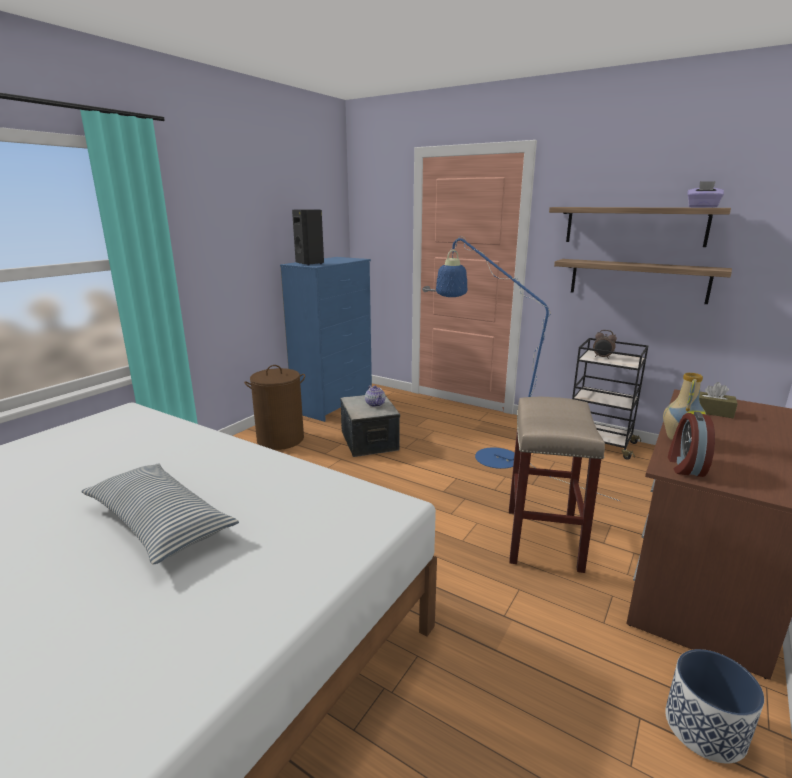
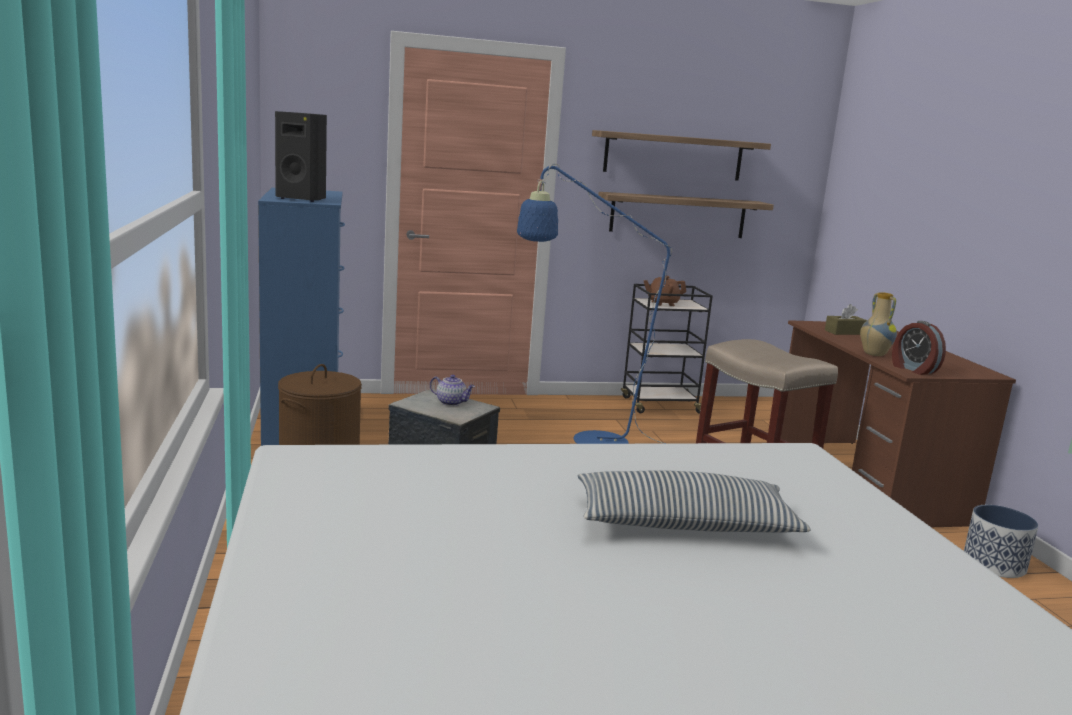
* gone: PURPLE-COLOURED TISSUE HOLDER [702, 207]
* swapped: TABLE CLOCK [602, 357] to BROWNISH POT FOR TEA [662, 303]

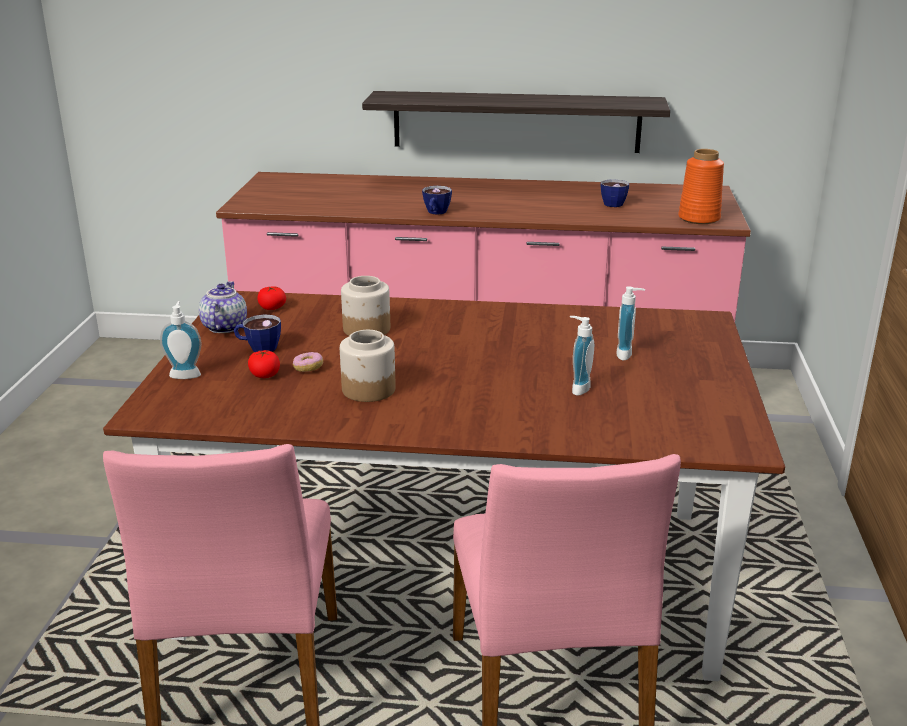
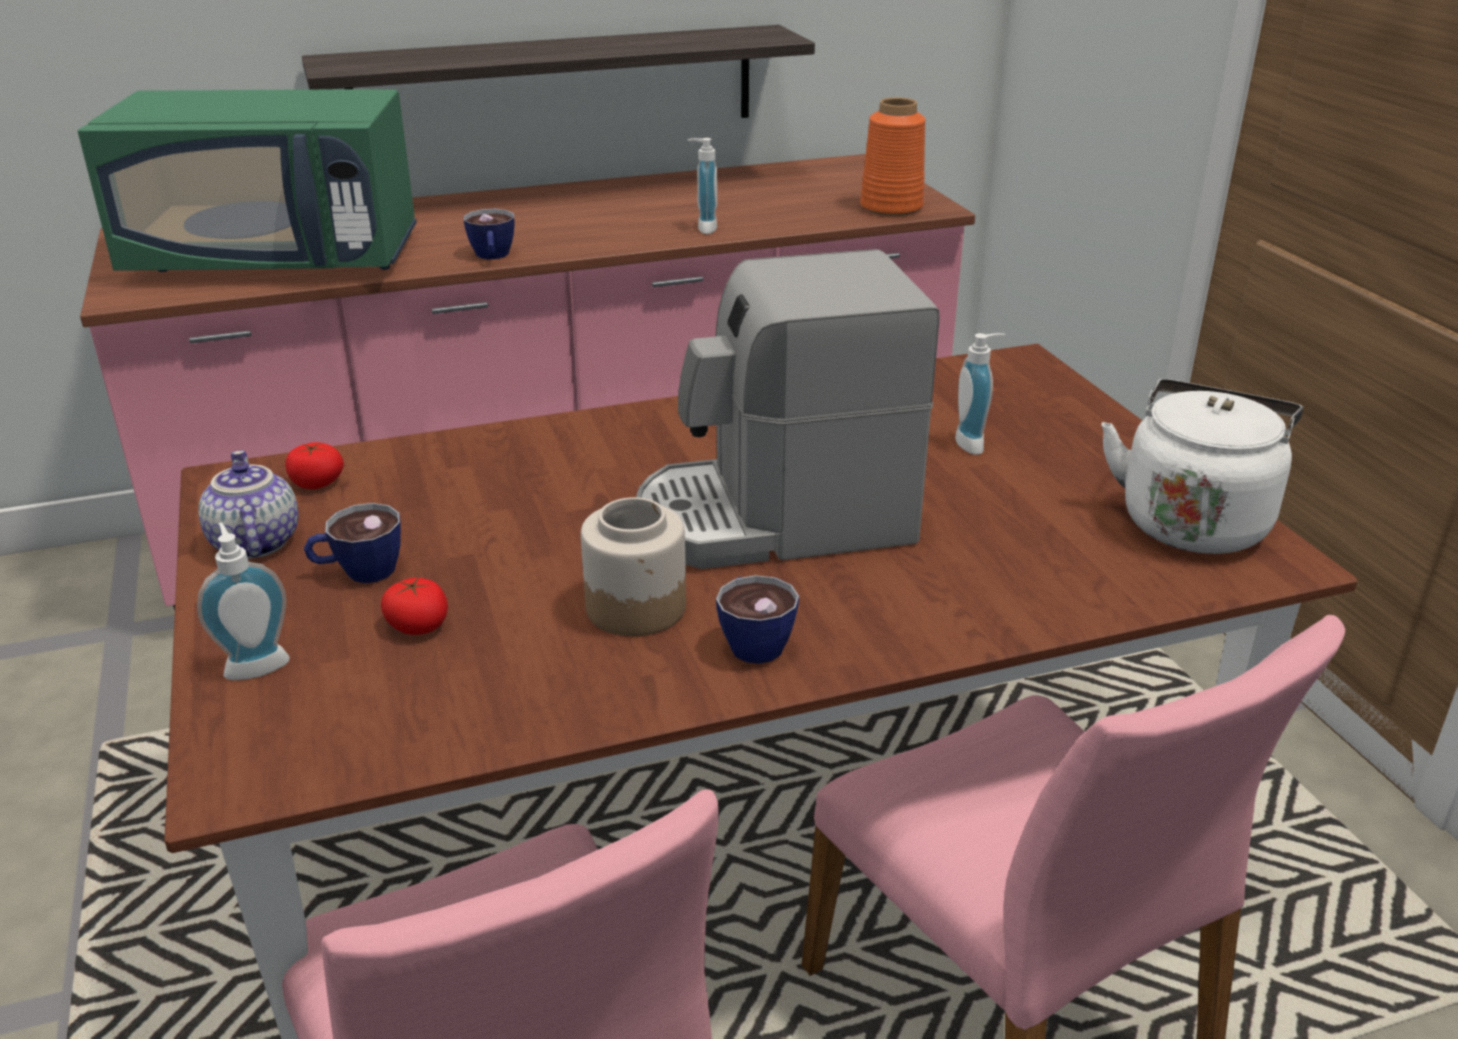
* gone: DONUT [308, 368]
* gone: JAR [366, 329]
* new: GREEN MICROWAVE [277, 259]
* new: COFFEE MACHINE [776, 519]
* new: WHITE-COLOURED KETTLE [1193, 520]
* shifted: LIQUID SOAP BOTTLE [577, 388] to [703, 228]
* shifted: DRINKING CUP [613, 203] to [752, 641]

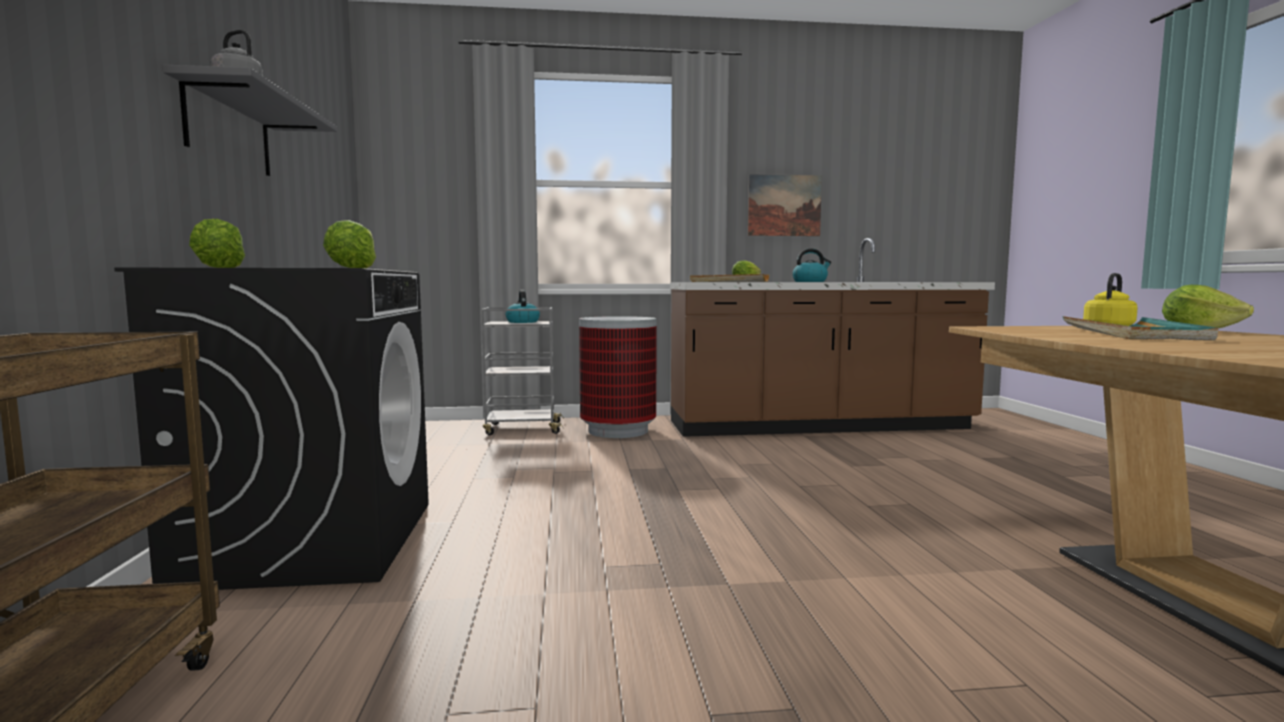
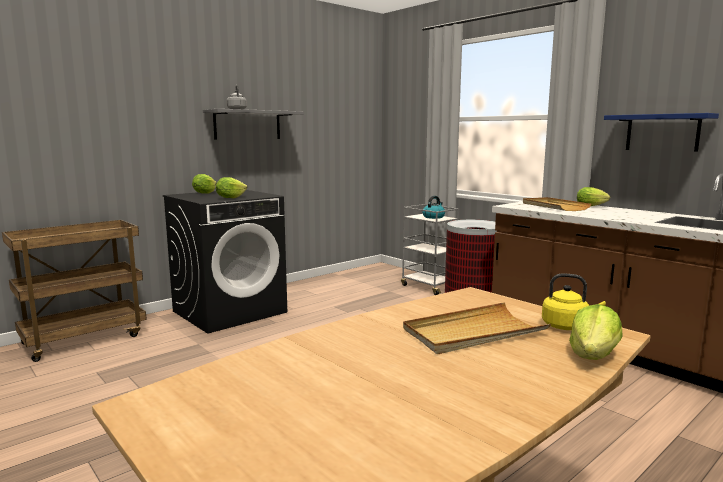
* gone: KETTLE [810, 281]
* swapped: WALL ART [784, 205] to BLUE-COLOURED BRACKET SHELF [662, 132]
* repainted: BLUE-GREEN SERVING TRAY [1133, 334] to BEIGE-COLOURED SERVING TRAY [473, 333]

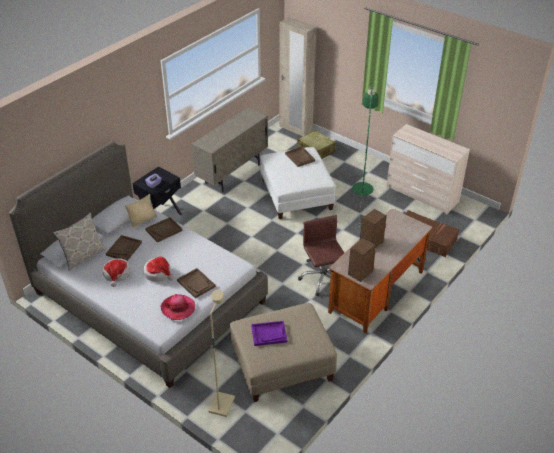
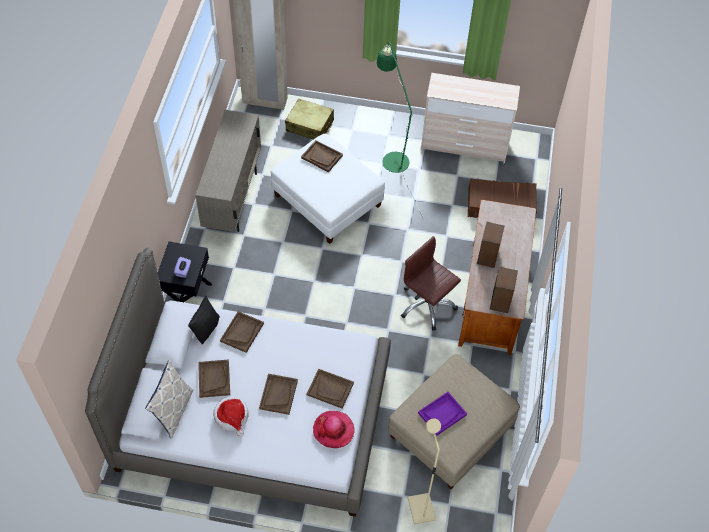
* swapped: WEARABLE HAT [158, 273] to BROWNISH SERVING TRAY [278, 394]
* repainted: BEIGE-COLOURED THROW PILLOW [143, 220] to BLACK-COLOURED THROW PILLOW [206, 328]

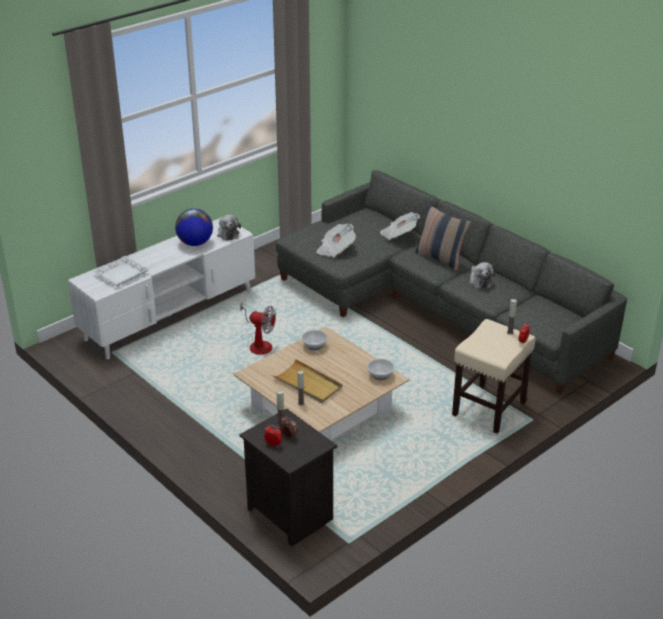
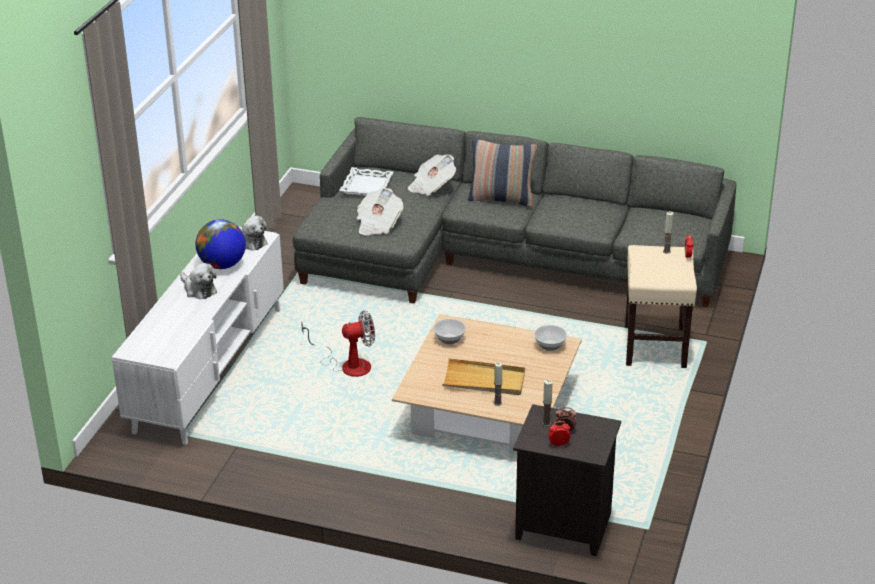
* shifted: WHITE-COLOURED SERVING TRAY [121, 275] to [367, 186]
* shifted: PLUSH TOY [479, 281] to [198, 289]

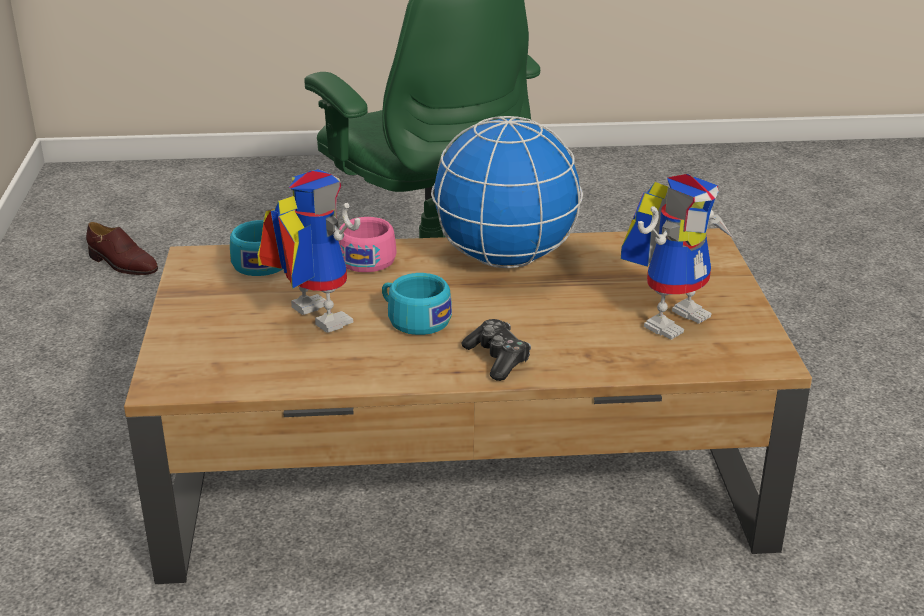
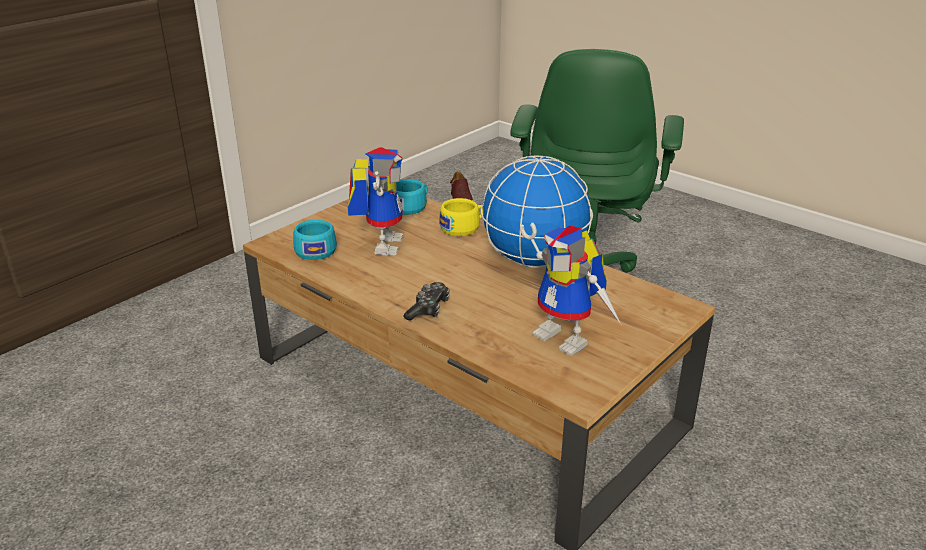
* shifted: BLUE-GREEN DRINKING CUP [413, 319] to [316, 249]
* repainted: PINKISH DRINKING CUP [369, 258] to YELLOW-COLOURED DRINKING CUP [463, 227]
* rotated: TOY ROBOT [671, 316] = [569, 338] 45 degrees clockwise

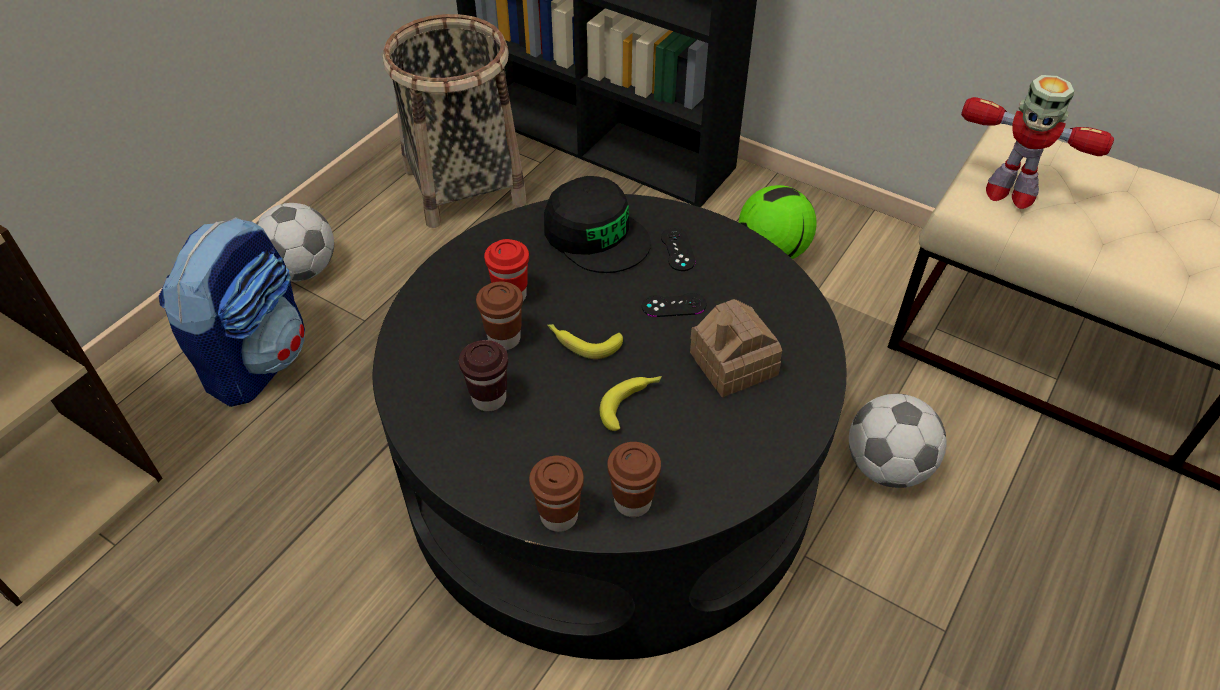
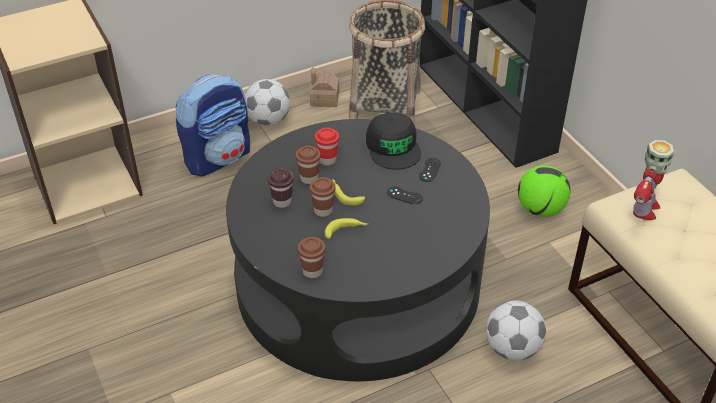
* shifted: BROWNISH DRINKING CUP [559, 516] to [323, 211]
* shifted: MINIATURE HOUSE [733, 364] to [324, 98]
* rotated: TOY ROBOT [1009, 192] = [644, 209] 120 degrees counterclockwise

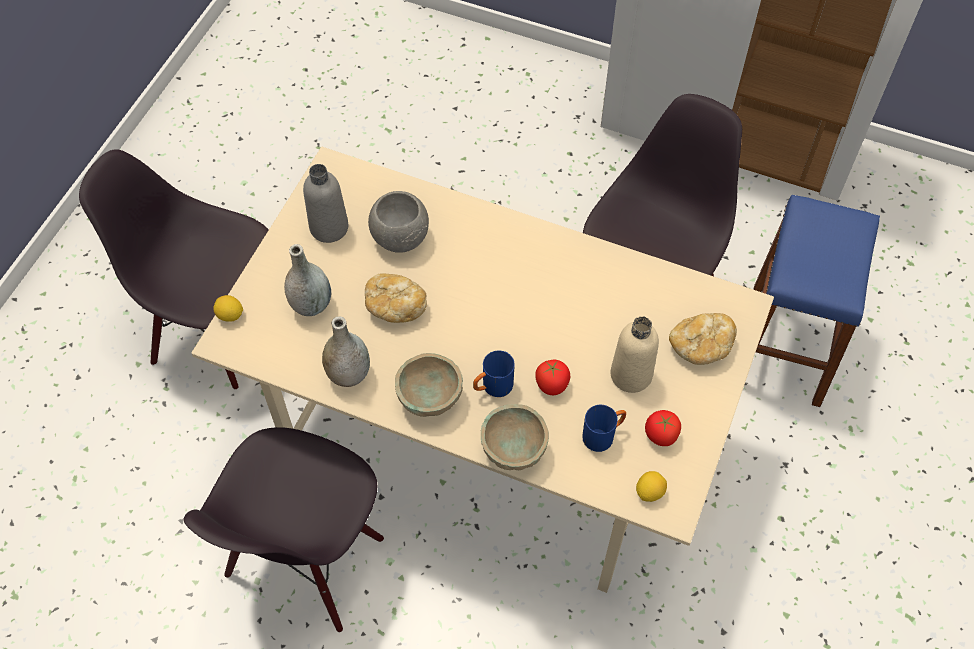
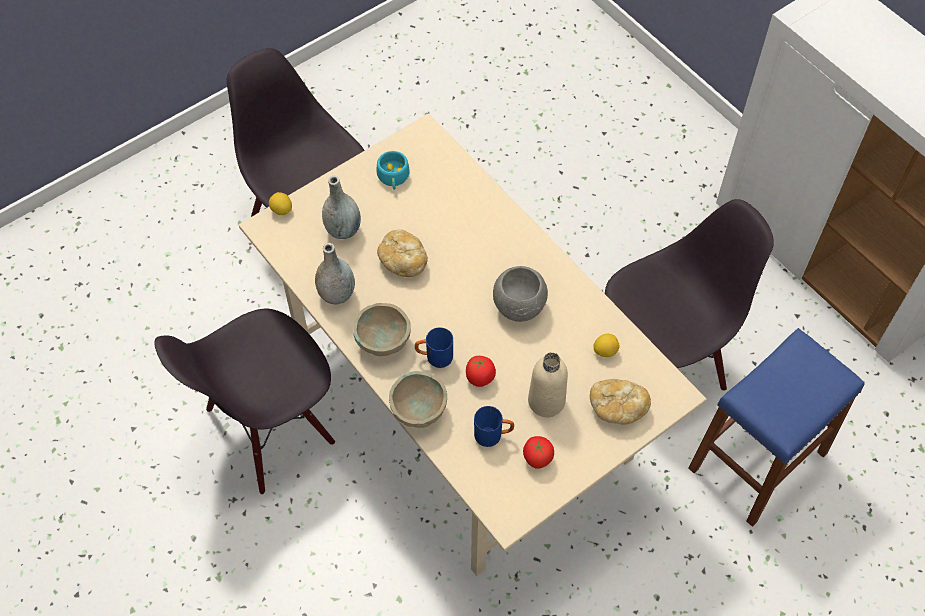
* shifted: GRAY SERVING BOWL [400, 237] to [519, 306]
* shifted: CITRUS FRUIT [649, 492] to [605, 351]
* swapped: GRAY BOTTLE [329, 227] to BLUE-GREEN DRINKING CUP [393, 178]

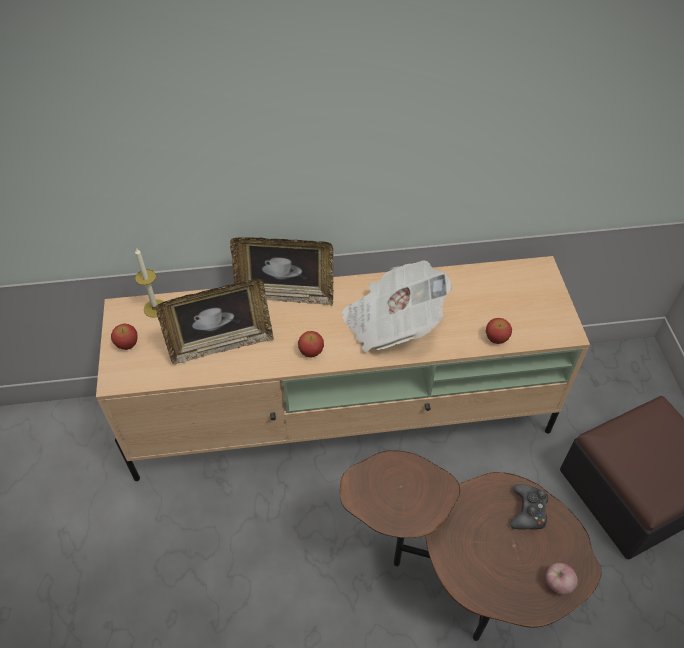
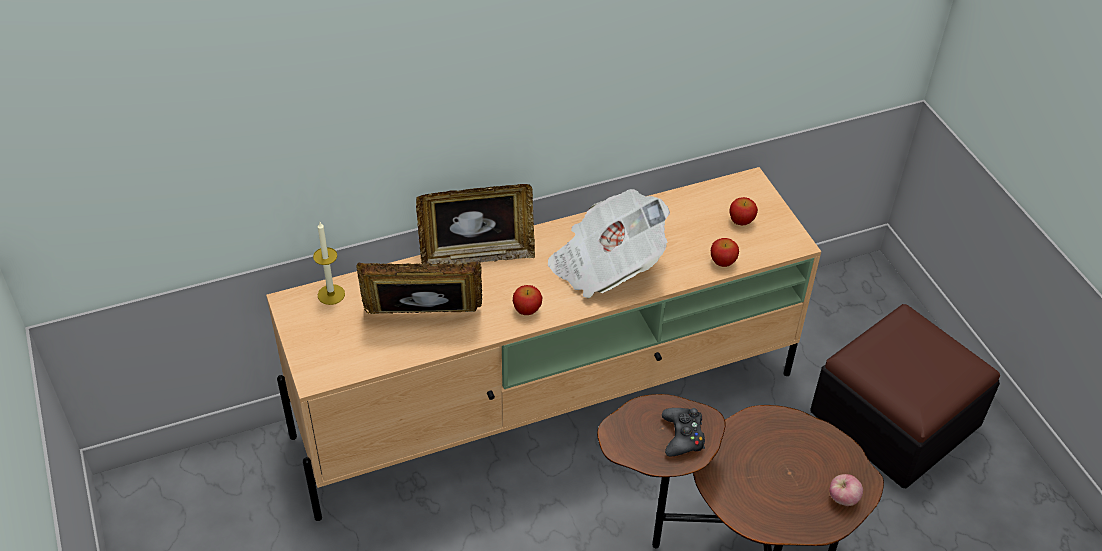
* shifted: WHOLE APPLE [127, 344] to [741, 221]
* shifted: BLACK-COLOURED JOYPAD [528, 511] to [683, 436]
* rotated: PICTURE FRAME [221, 344] = [423, 319] 150 degrees counterclockwise

